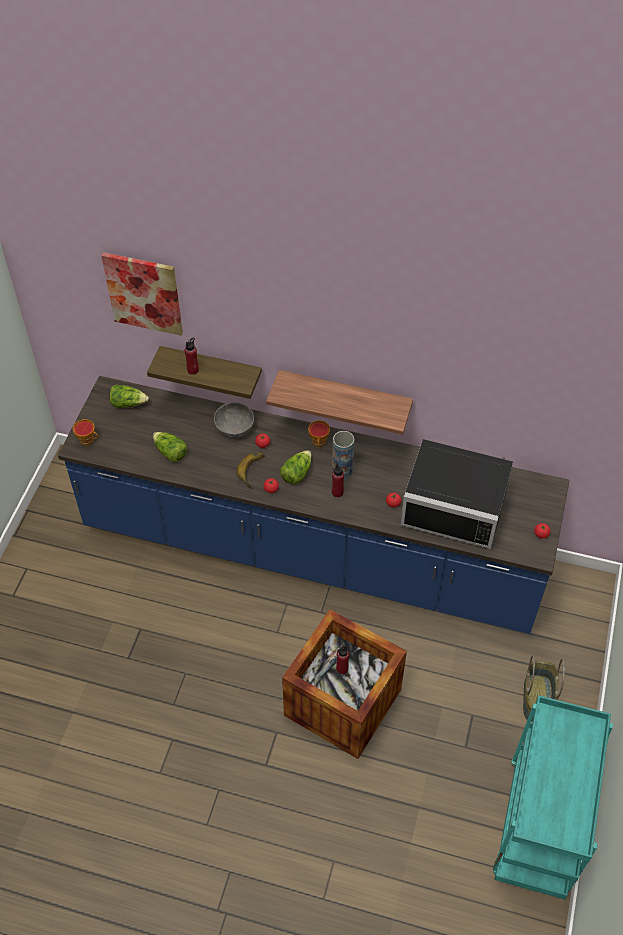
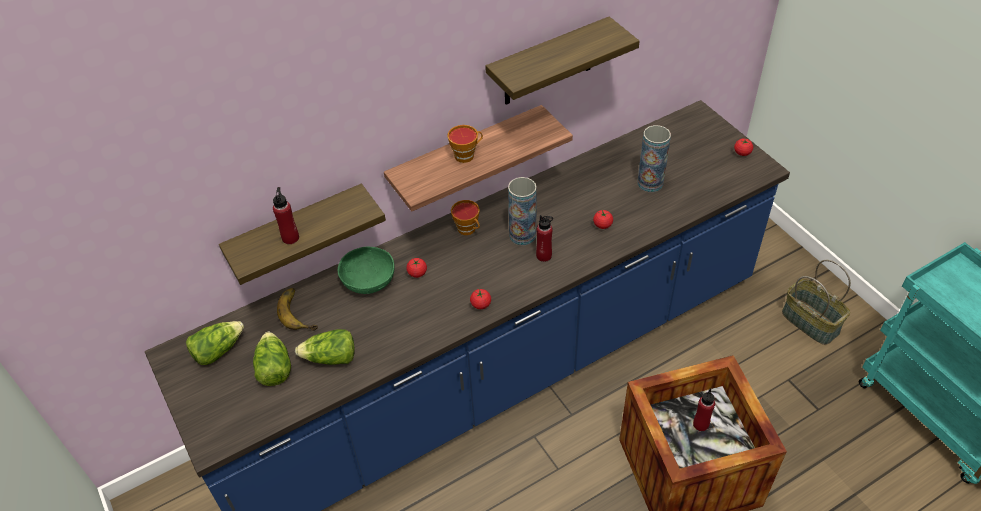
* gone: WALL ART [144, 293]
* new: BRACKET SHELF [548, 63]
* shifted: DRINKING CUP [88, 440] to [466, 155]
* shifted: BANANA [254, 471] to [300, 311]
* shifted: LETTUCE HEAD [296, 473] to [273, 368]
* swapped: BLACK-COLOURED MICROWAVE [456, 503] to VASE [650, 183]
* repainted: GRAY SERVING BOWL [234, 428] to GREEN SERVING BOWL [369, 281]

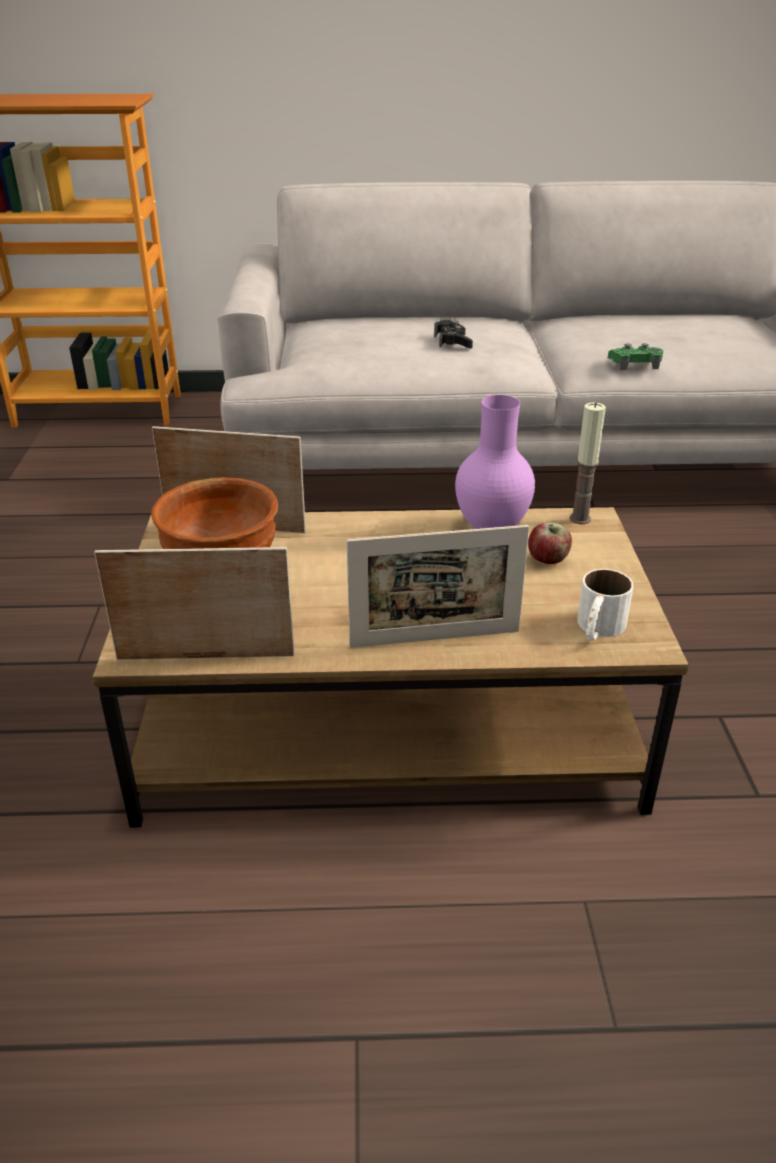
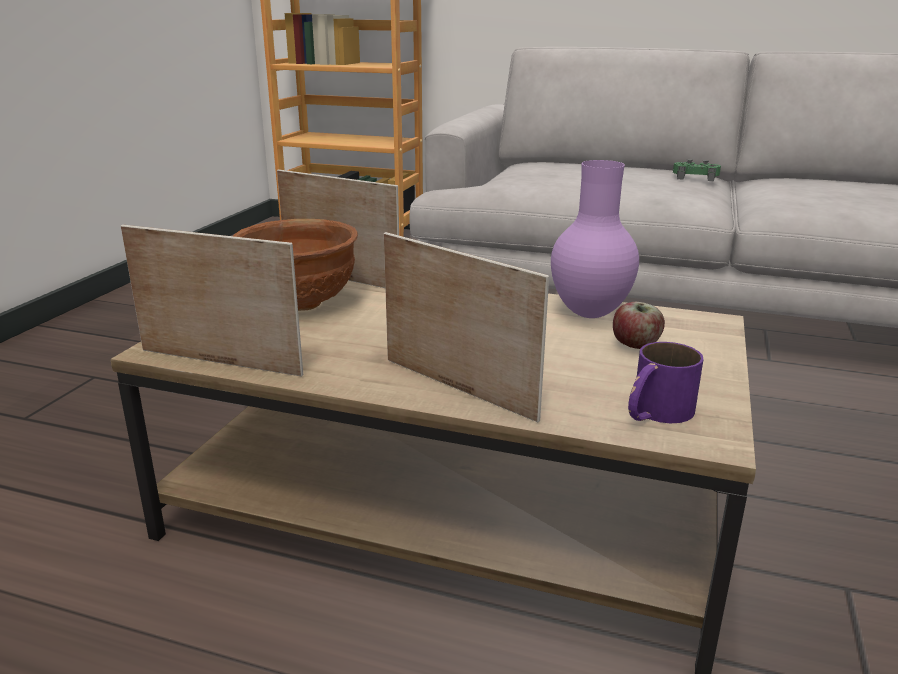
* gone: BLACK-COLOURED JOYPAD [452, 342]
* gone: WAX LIGHT [580, 519]
* shifted: GREEN JOYPAD [634, 364] to [695, 177]
* repainted: WHITE-COLOURED COFFEE MUG [597, 629] to PURPLE-COLOURED COFFEE MUG [654, 413]
* rotated: PICTURE FRAME [435, 639] = [457, 388] 150 degrees counterclockwise

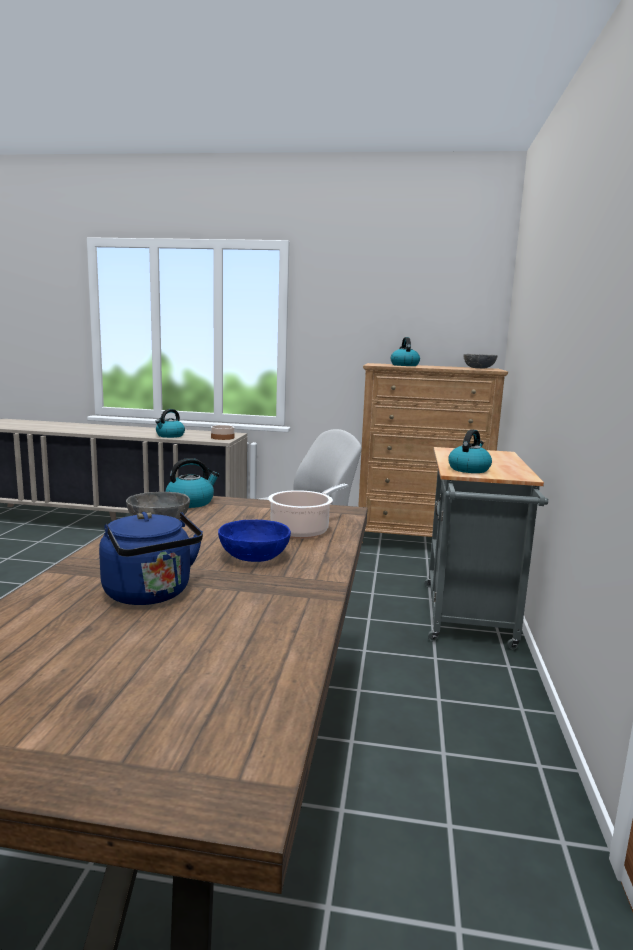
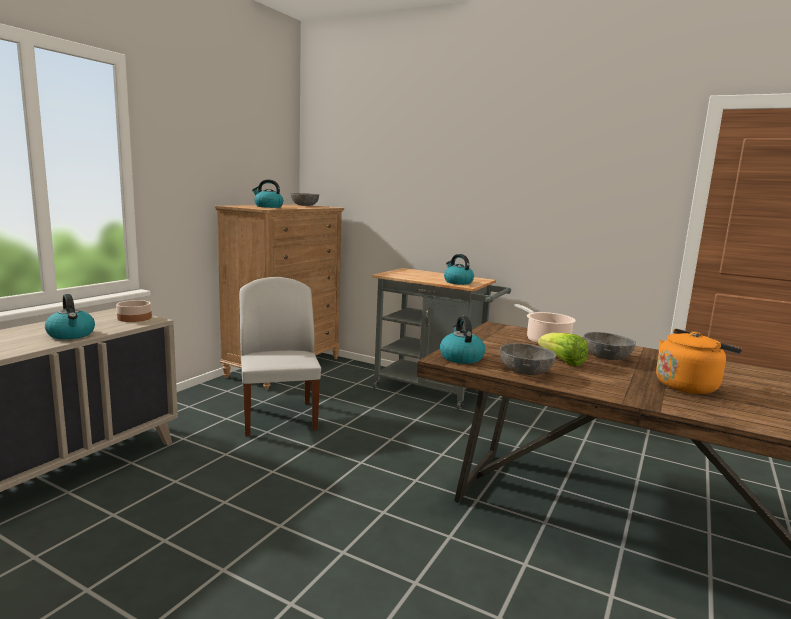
* new: LETTUCE HEAD [562, 361]
* repainted: BLUE-COLOURED KETTLE [151, 594] to ORANGEY KETTLE [688, 386]
* repainted: BLUE-COLOURED SERVING BOWL [253, 557] to GRAY SERVING BOWL [606, 358]

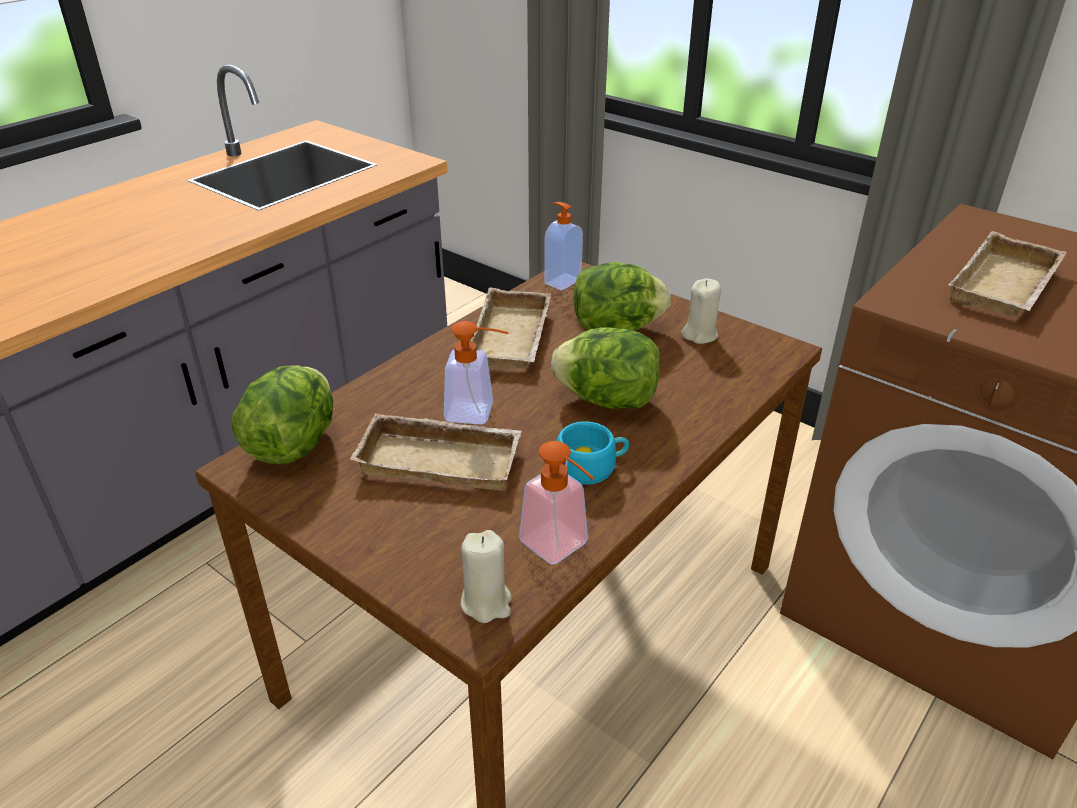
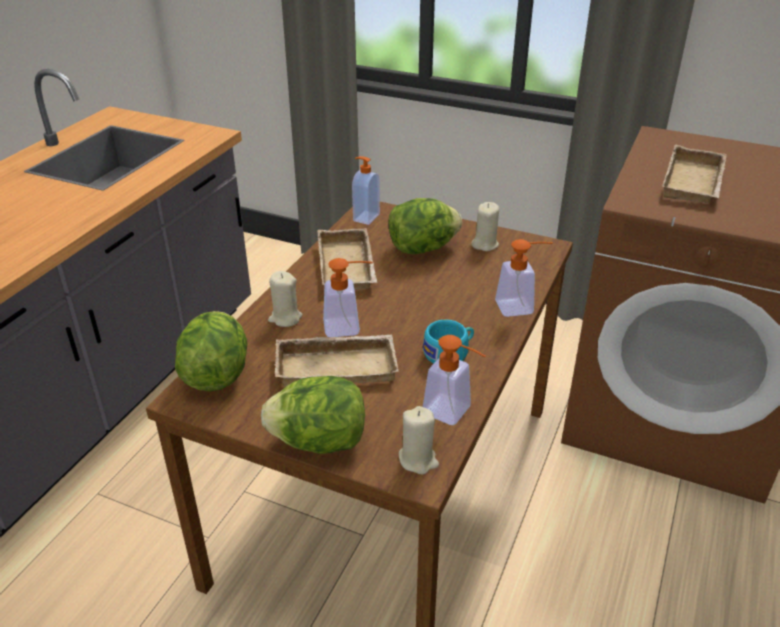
* new: BEIGE-COLOURED WAX LIGHT [285, 318]
* new: LIQUID SOAP BOTTLE [521, 306]
* shifted: LETTUCE HEAD [607, 400] to [319, 442]

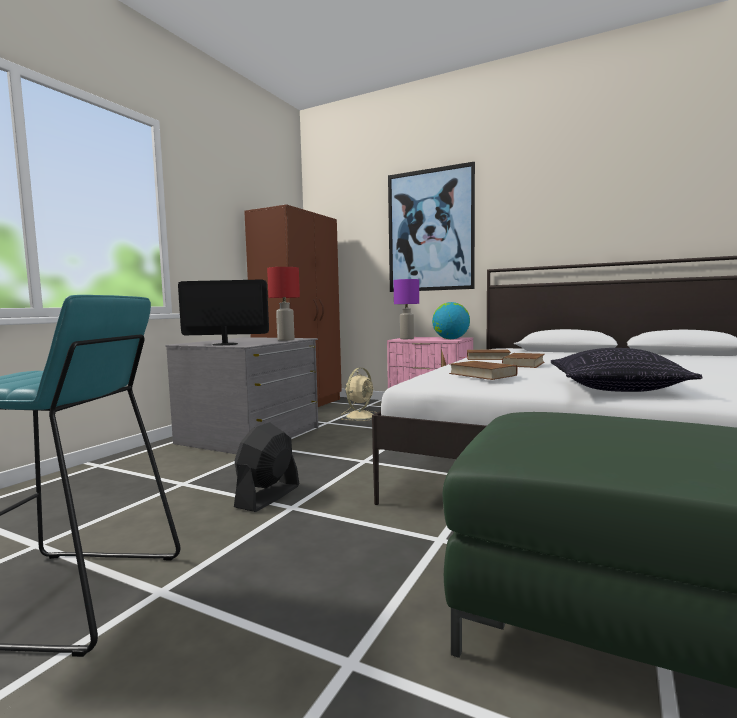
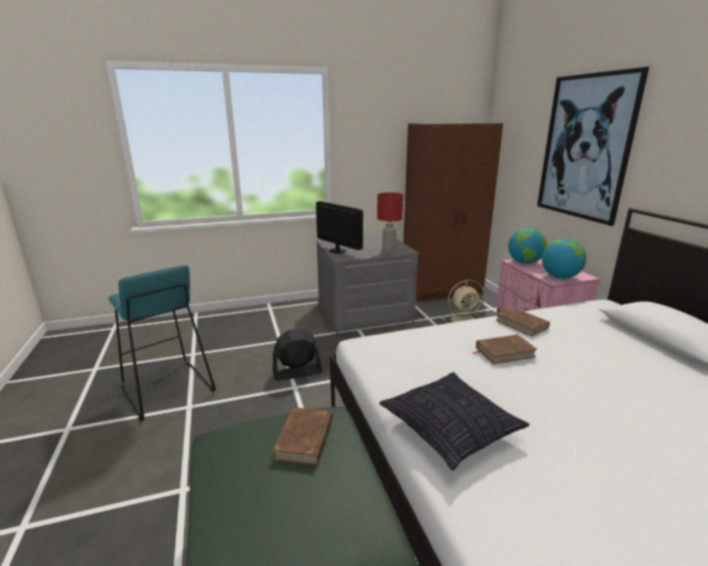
* shifted: BROWNISH BOUND BOOK [482, 374] to [305, 439]
* swapped: PURPLE-COLOURED TABLETOP LAMP [407, 339] to GLOBE [524, 263]

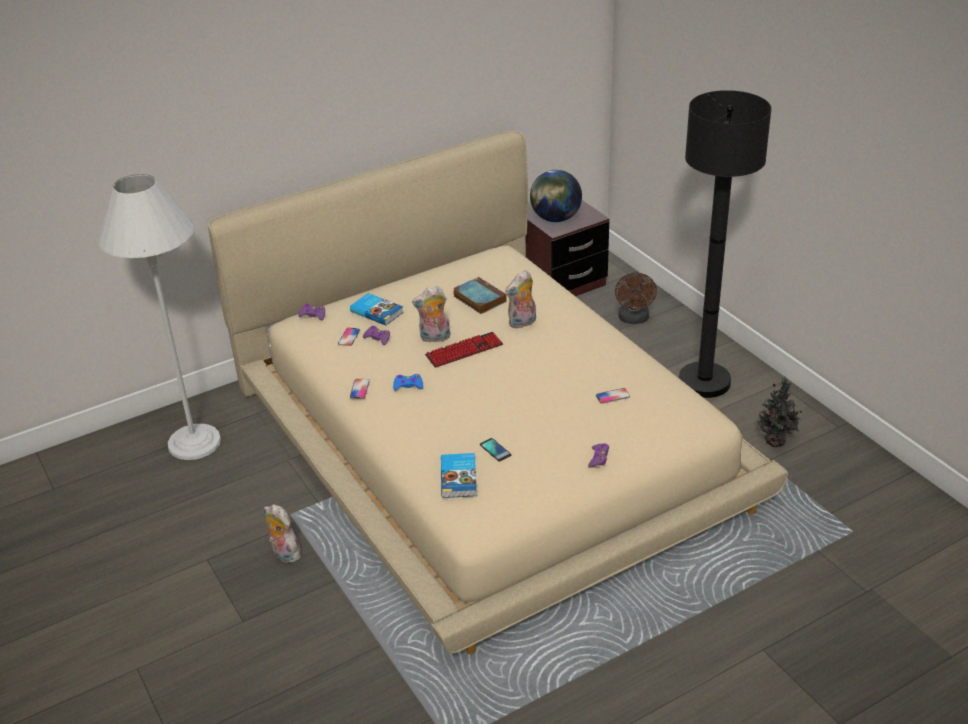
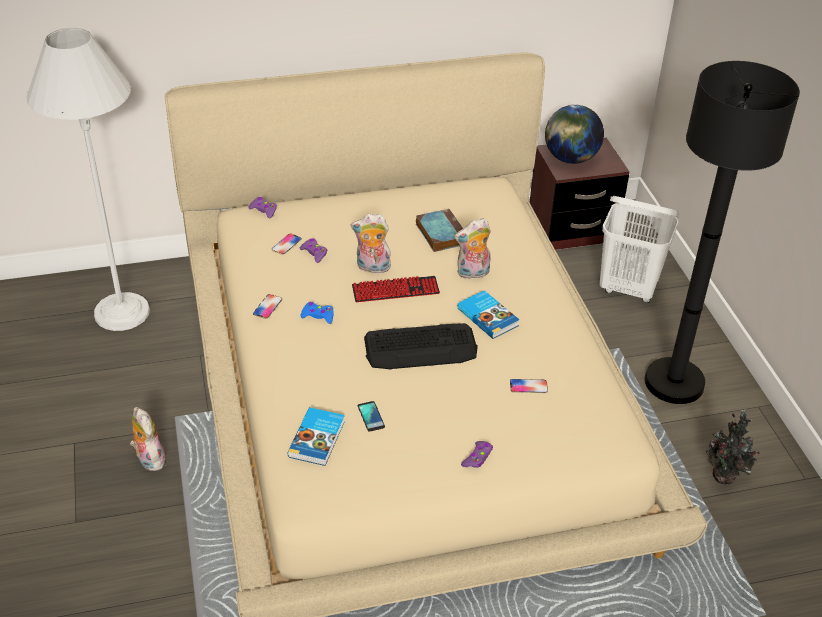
* new: COMPUTER KEYBOARD [421, 347]
* shifted: BOUND BOOK [377, 311] to [488, 316]
* swapped: BROWNISH COOLING FAN [634, 319] to WHITE-COLOURED LAUNDRY BASKET [628, 289]

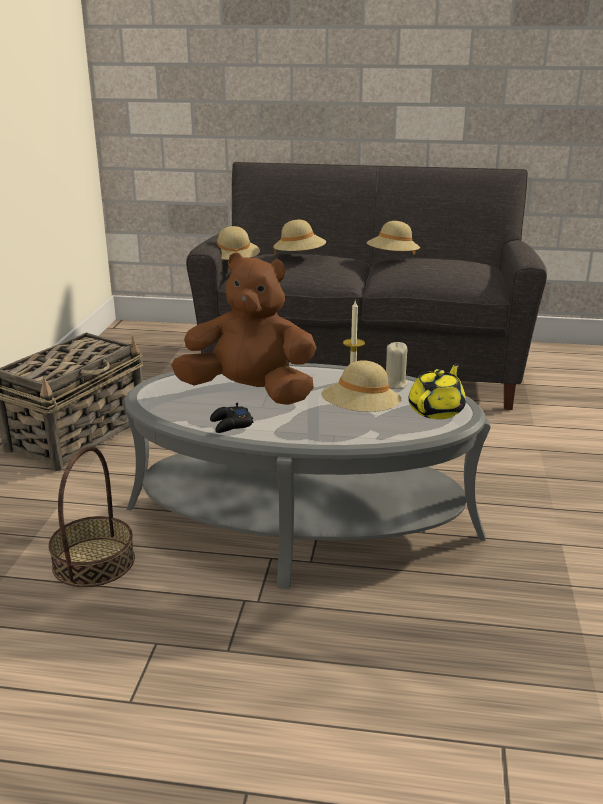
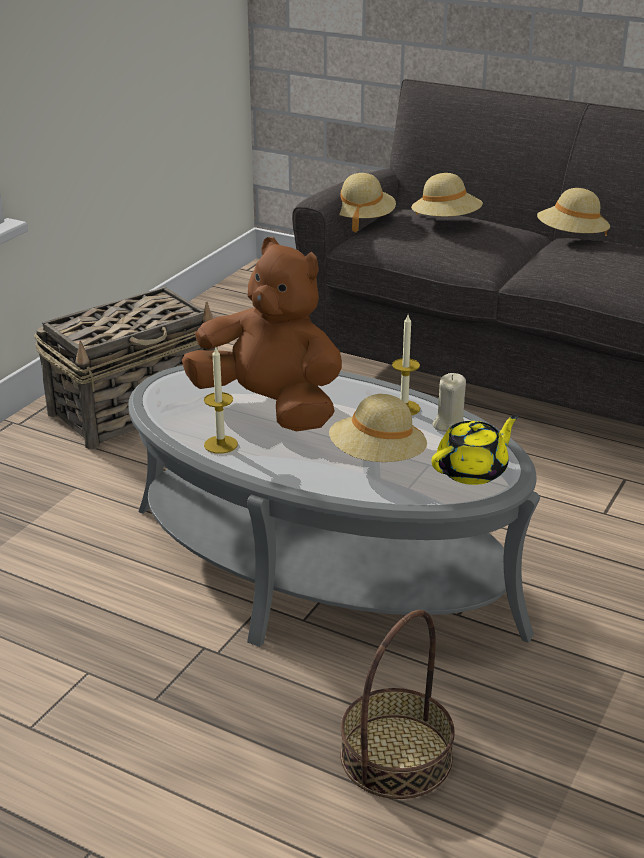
* shifted: BASKET [93, 562] to [395, 755]
* swapped: BLACK-COLOURED JOYPAD [231, 424] to WAX LIGHT [220, 444]

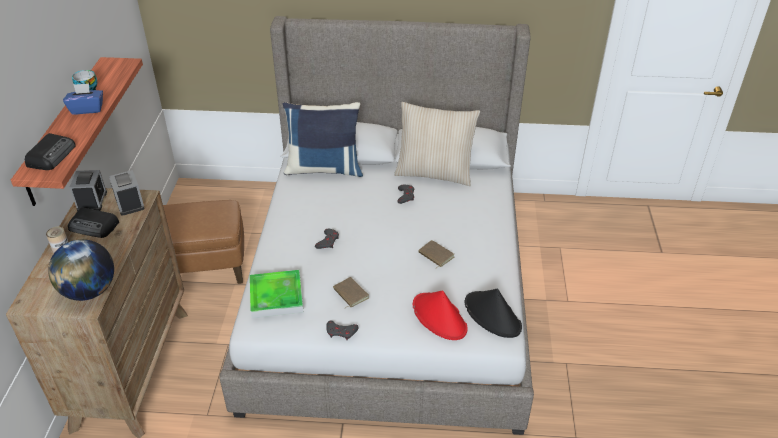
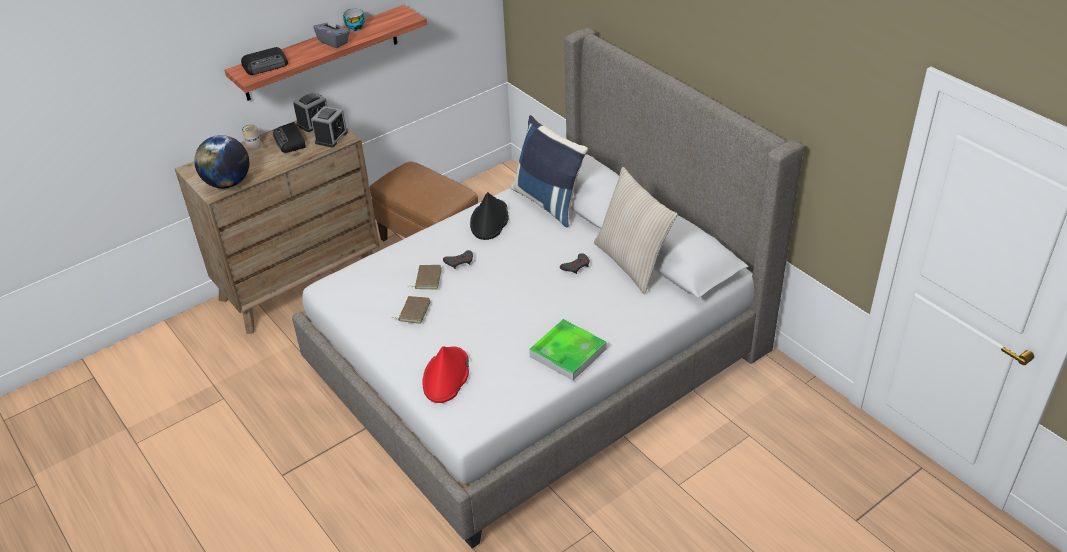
* gone: GRAY JOYPAD [341, 332]
* shifted: SERVING TRAY [276, 296] to [568, 353]
* shifted: BROWNISH BOUND BOOK [435, 255] to [427, 278]
* shifted: BLACK-COLOURED WEARABLE HAT [493, 315] to [489, 220]
* repainted: BLUE-COLOURED TISSUE HOLDER [87, 109] to GRAY TISSUE HOLDER [334, 42]

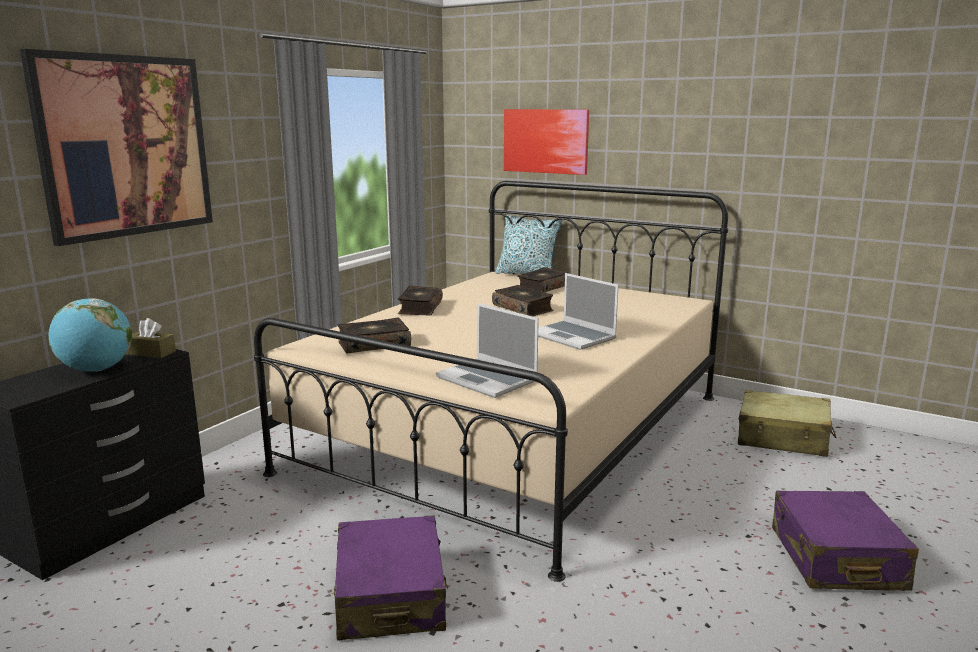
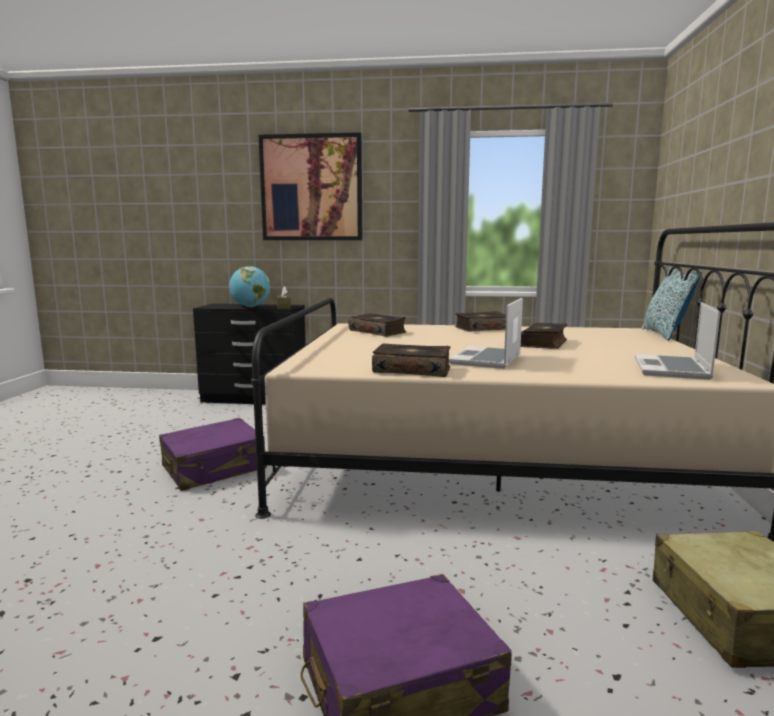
* gone: WALL ART [545, 141]
* shifted: NOTEBOOK COMPUTER [488, 379] to [672, 369]
* shifted: BOUND BOOK [542, 288] to [412, 370]

